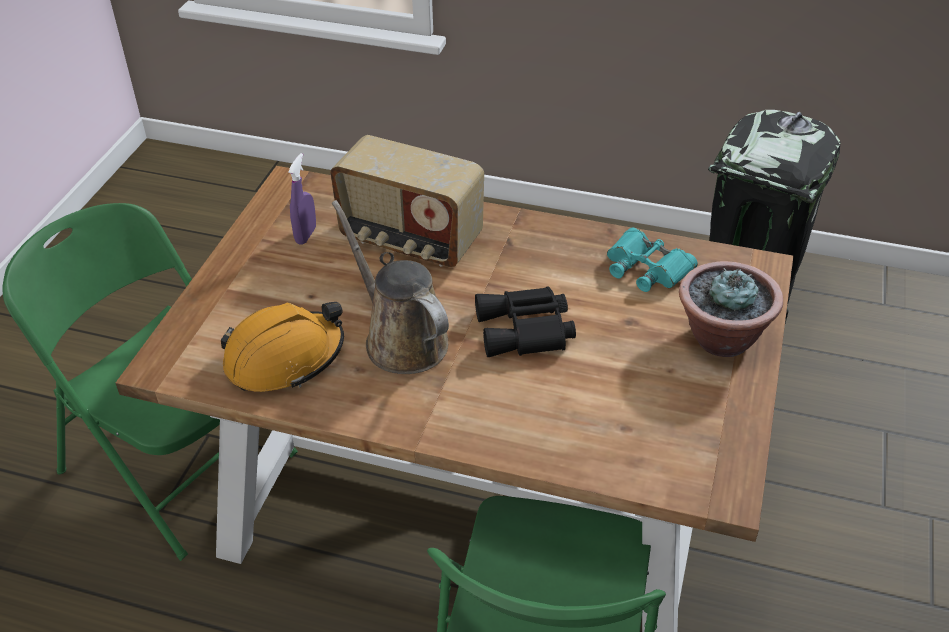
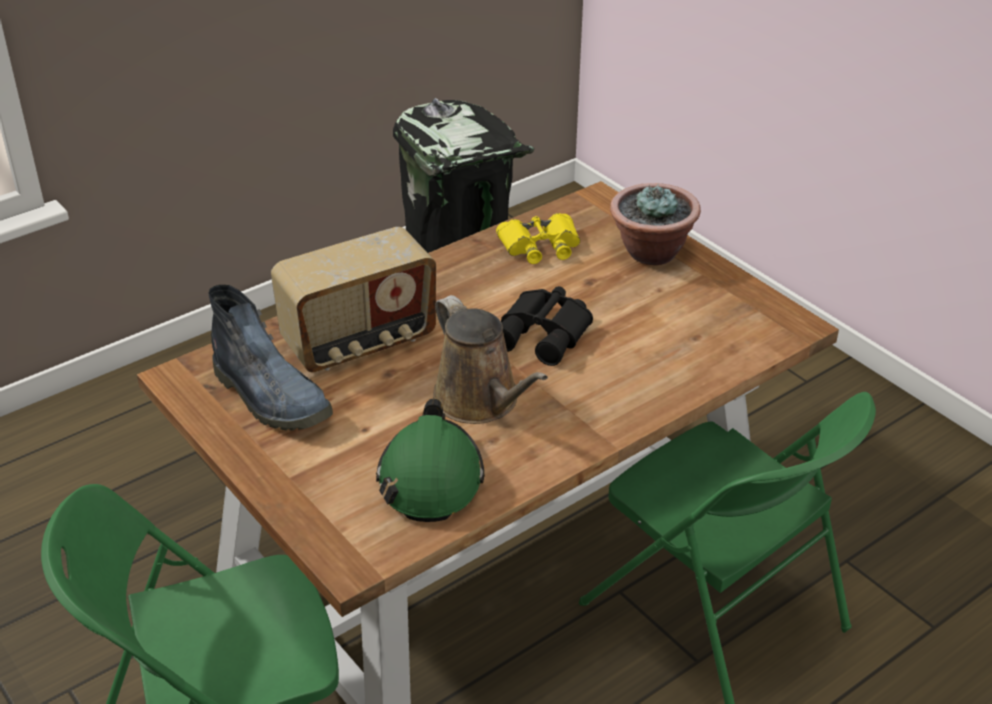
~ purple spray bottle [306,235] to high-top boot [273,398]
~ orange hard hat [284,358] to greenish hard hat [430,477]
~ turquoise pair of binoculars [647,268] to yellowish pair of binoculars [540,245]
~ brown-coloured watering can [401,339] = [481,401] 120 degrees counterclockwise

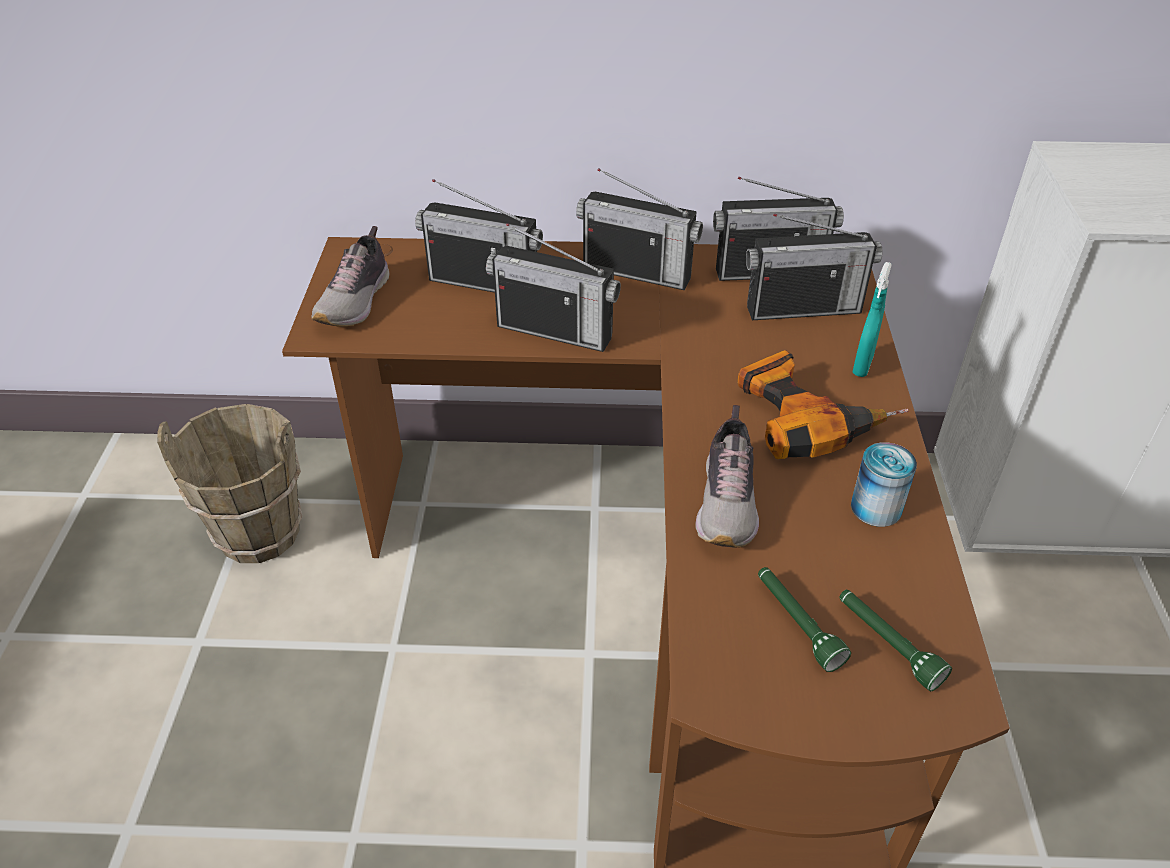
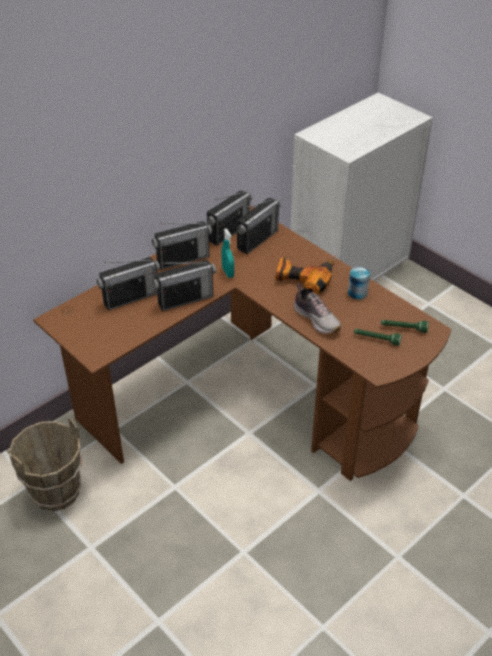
- item of footwear [356,301]
~ turquoise spray bottle [862,366] to [228,273]

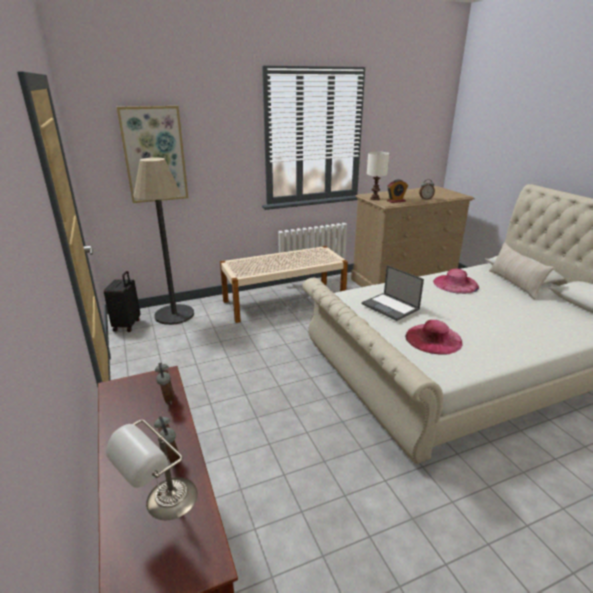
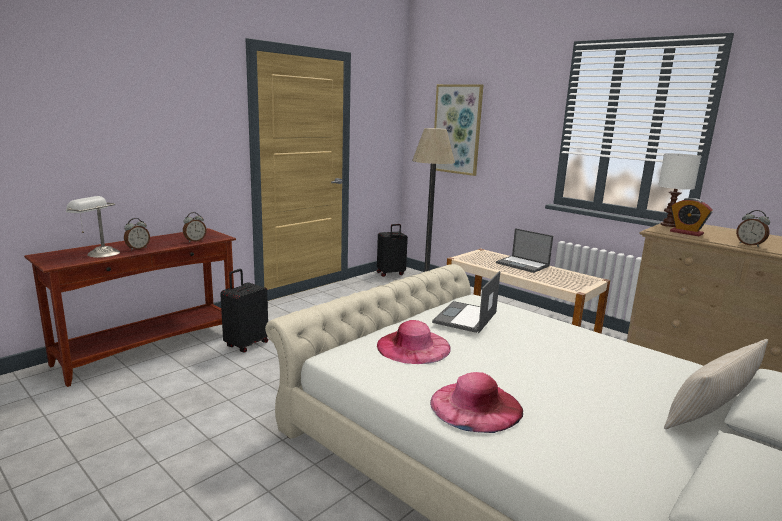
+ blackish travel case [246,344]
+ portable computer [523,264]
~ pink clothing hat [455,284] to [476,405]

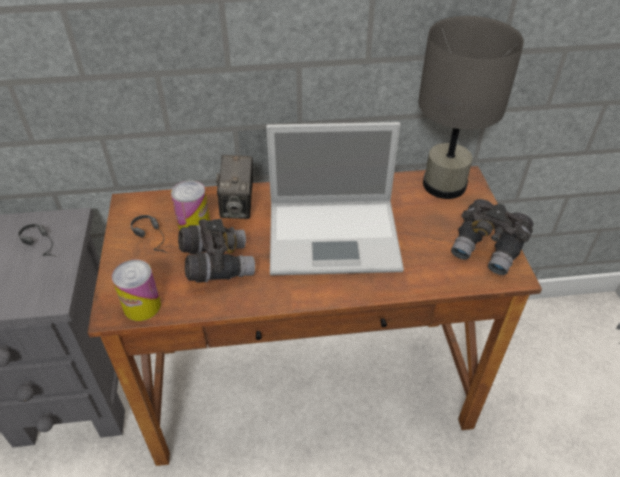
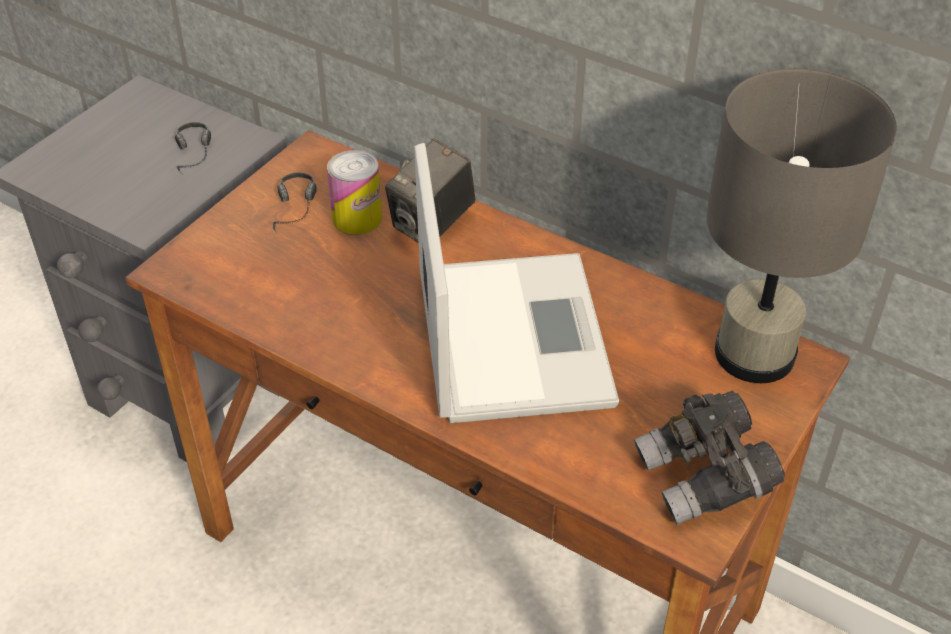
- metal can [142,306]
- grey pair of binoculars [217,264]
~ portable computer [336,236] = [511,333] 135 degrees counterclockwise

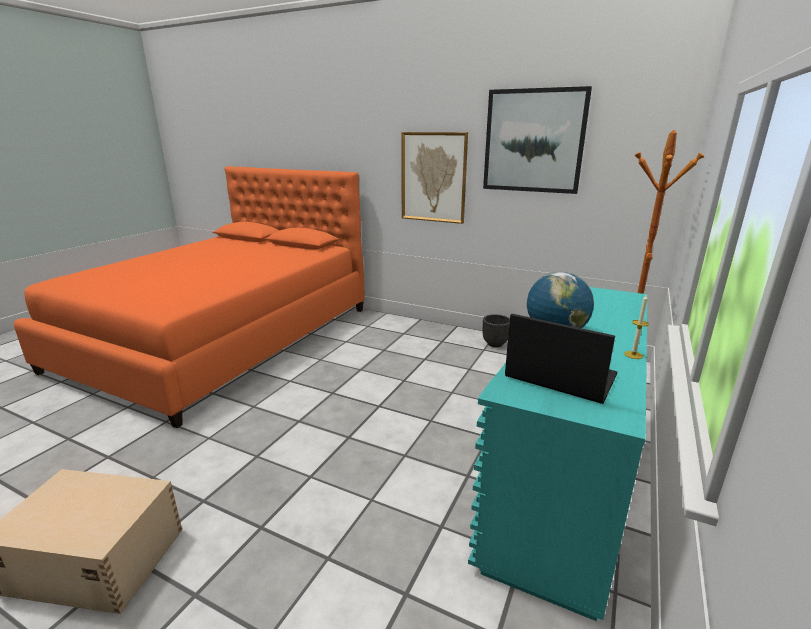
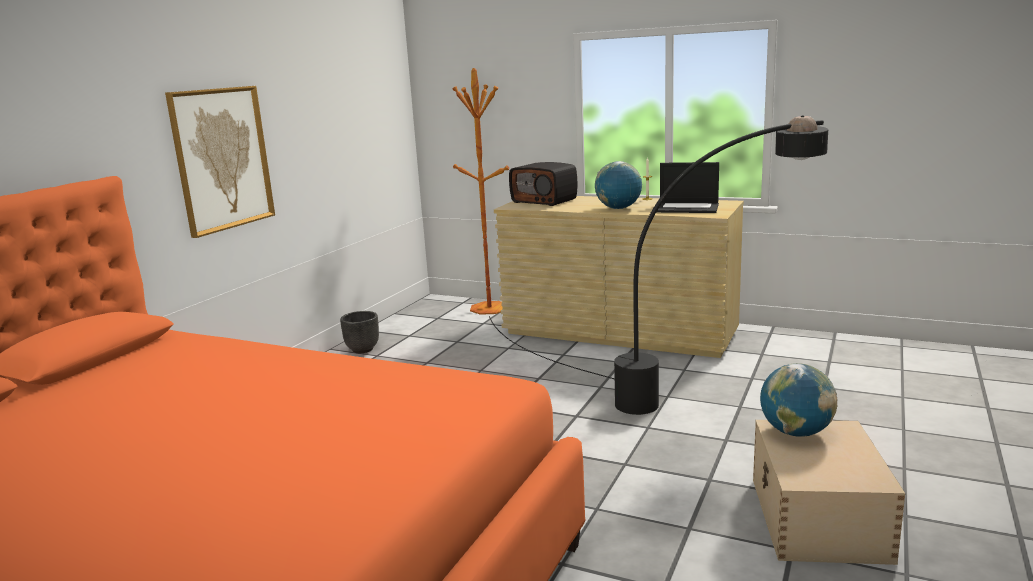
- wall picture [533,141]
+ blackish standard lamp [676,389]
+ radio set [545,200]
+ globe [796,432]
~ turquoise chest of drawers [559,483] to sand-coloured chest of drawers [619,333]
~ portable computer [558,376] = [687,208] 105 degrees counterclockwise

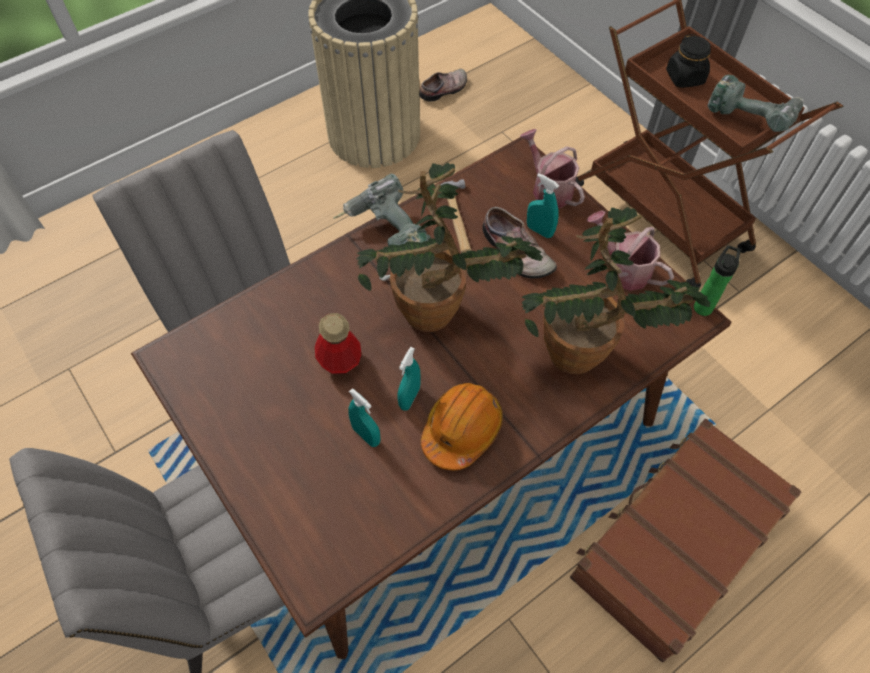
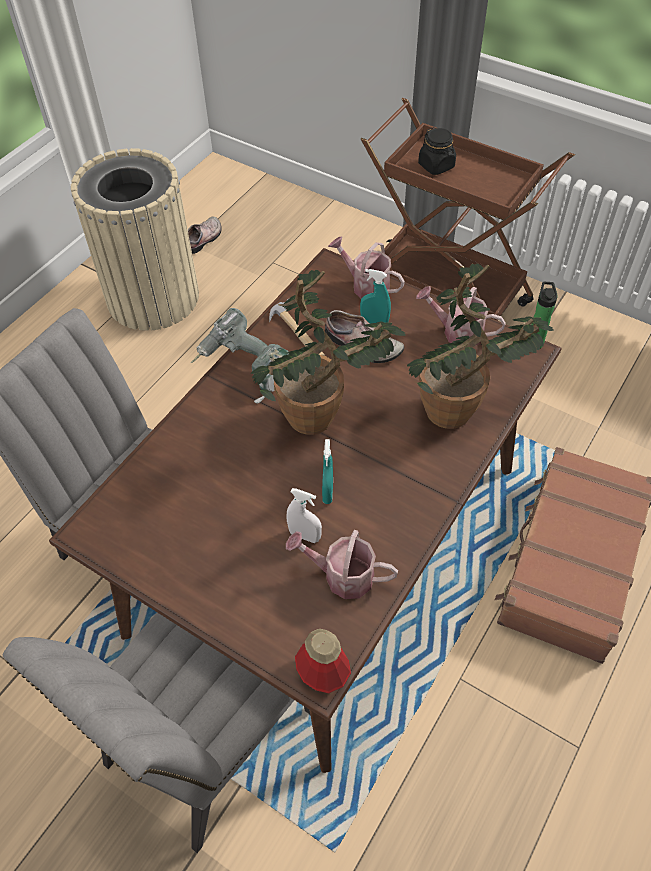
- orange hard hat [462,430]
- electric drill [750,116]
+ watering can [342,576]
~ bottle [340,360] to [323,673]
~ turquoise spray bottle [366,435] to white-coloured spray bottle [304,535]

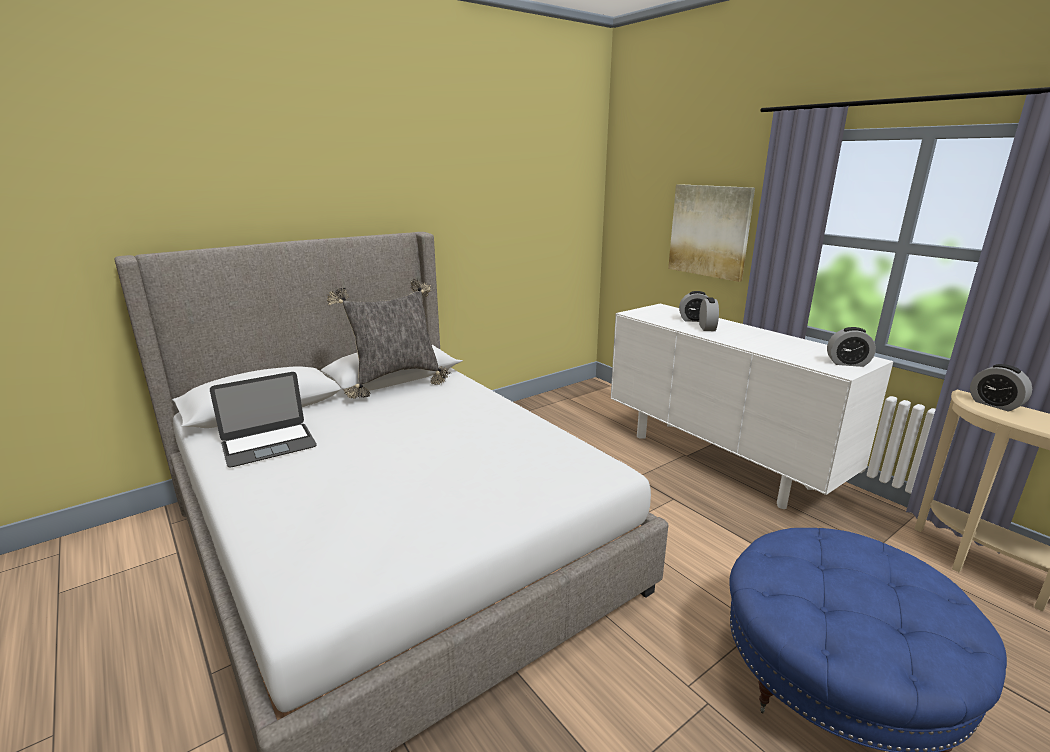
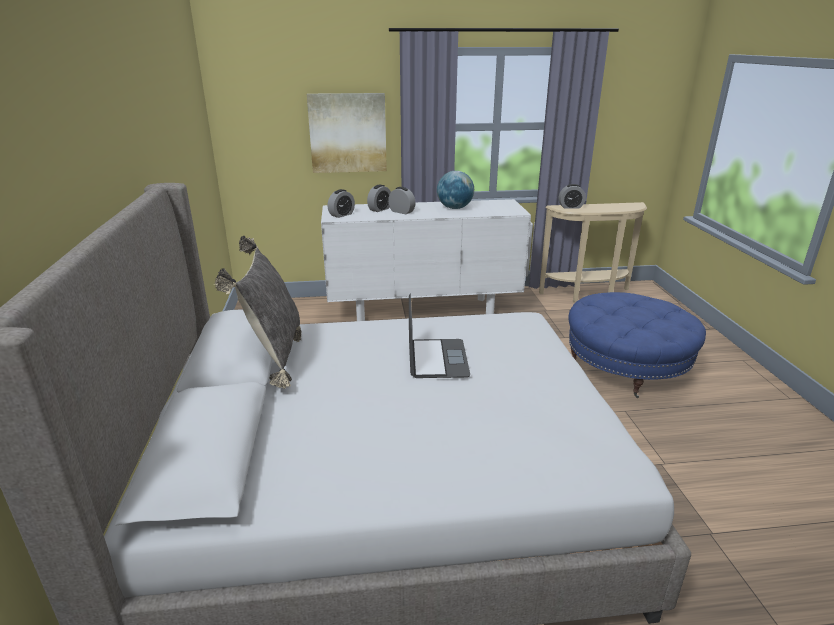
+ globe [455,208]
~ portable computer [269,444] to [437,358]
~ bedside clock [847,363] to [341,215]

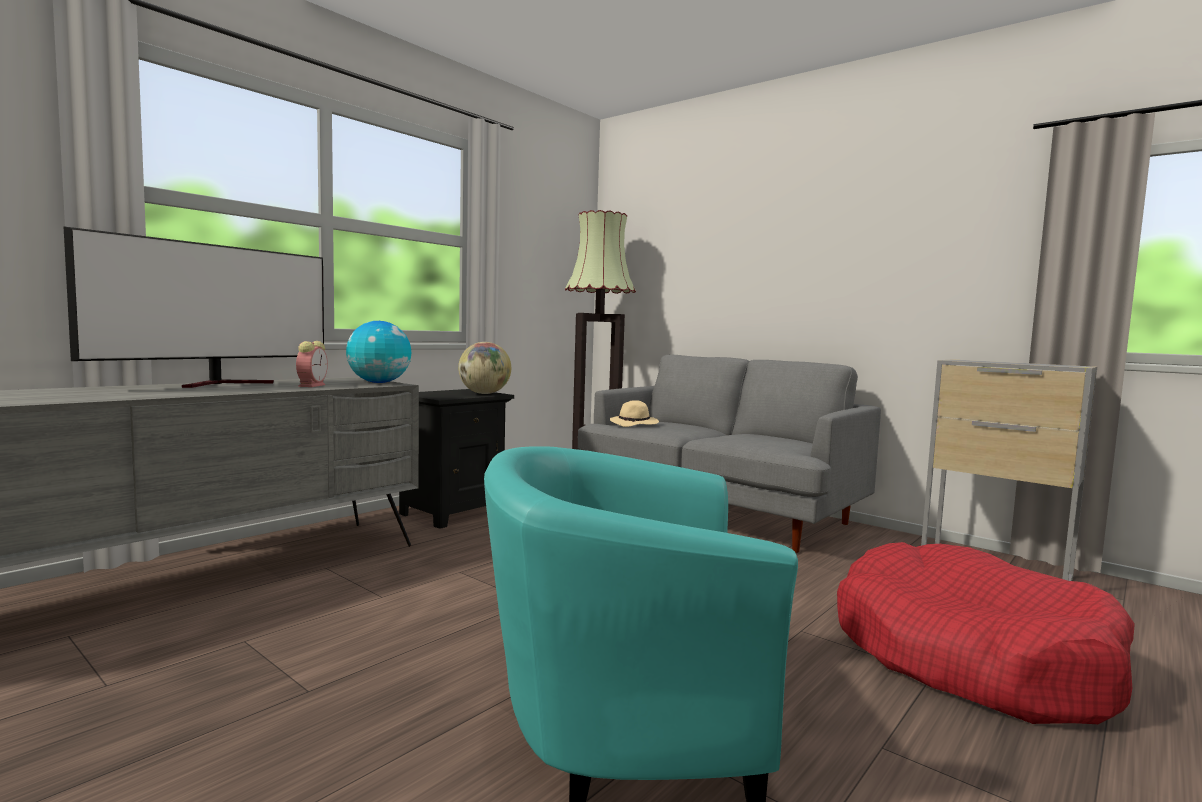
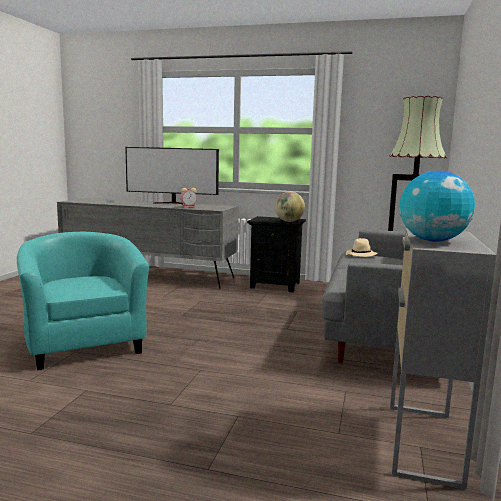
- red dog cushion [969,657]
~ globe [379,382] to [432,241]

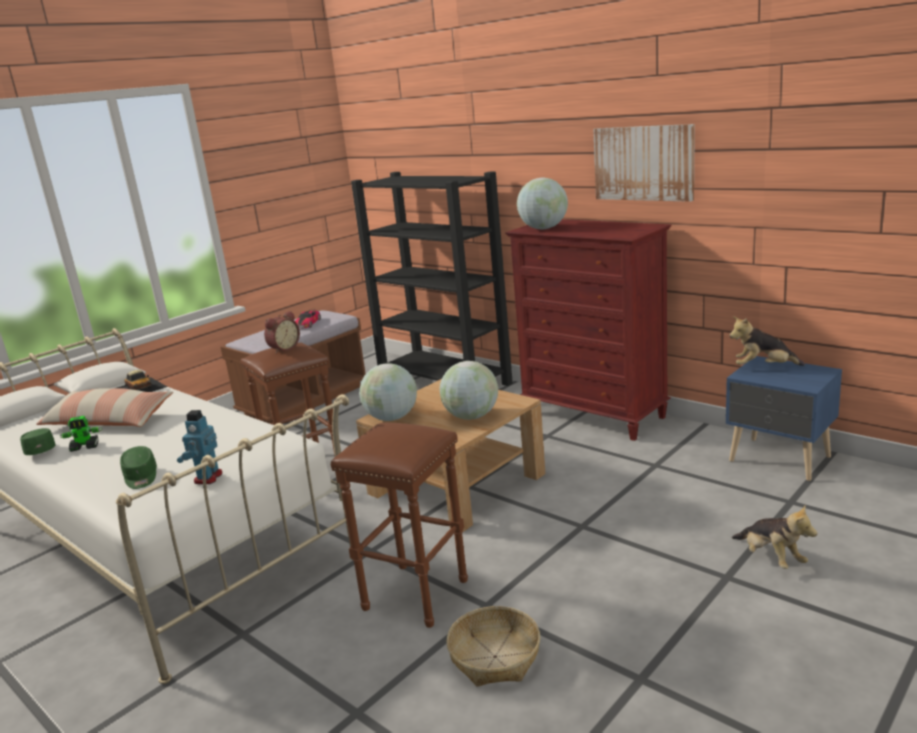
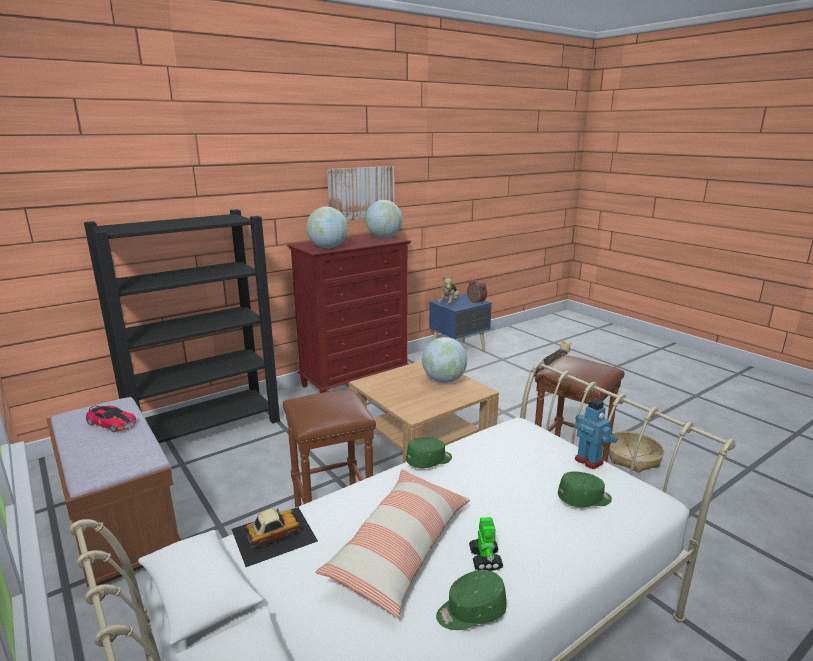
+ greenish peaked cap [429,461]
~ bedside clock [283,348] to [475,302]
~ globe [391,418] to [384,237]
~ robot figure [207,478] = [589,460] 150 degrees counterclockwise

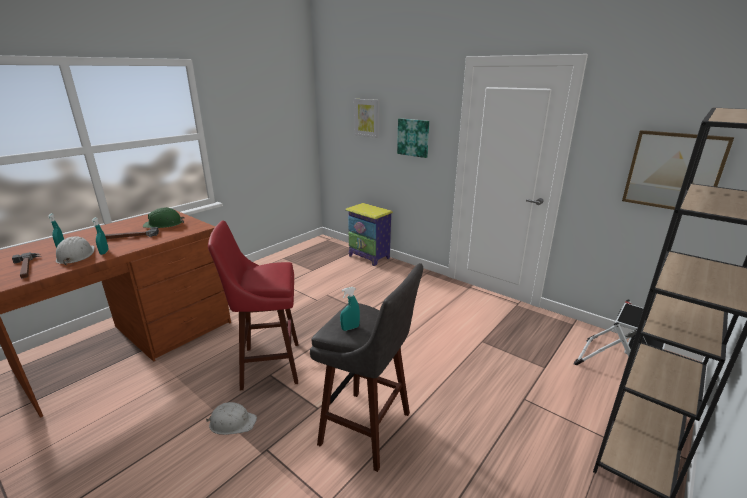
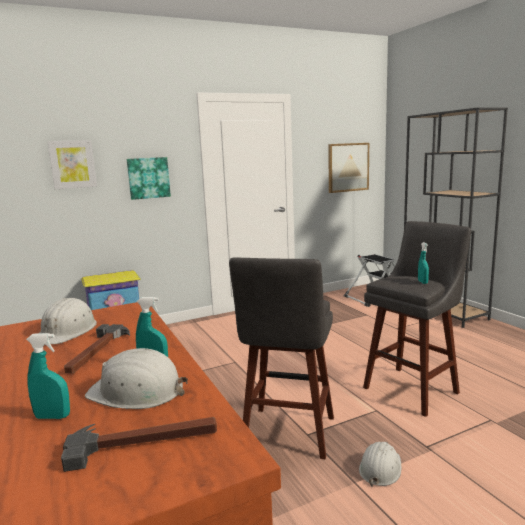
~ greenish hard hat [164,224] to white-coloured hard hat [67,331]
~ red stool seat [267,365] to grey stool seat [287,434]

